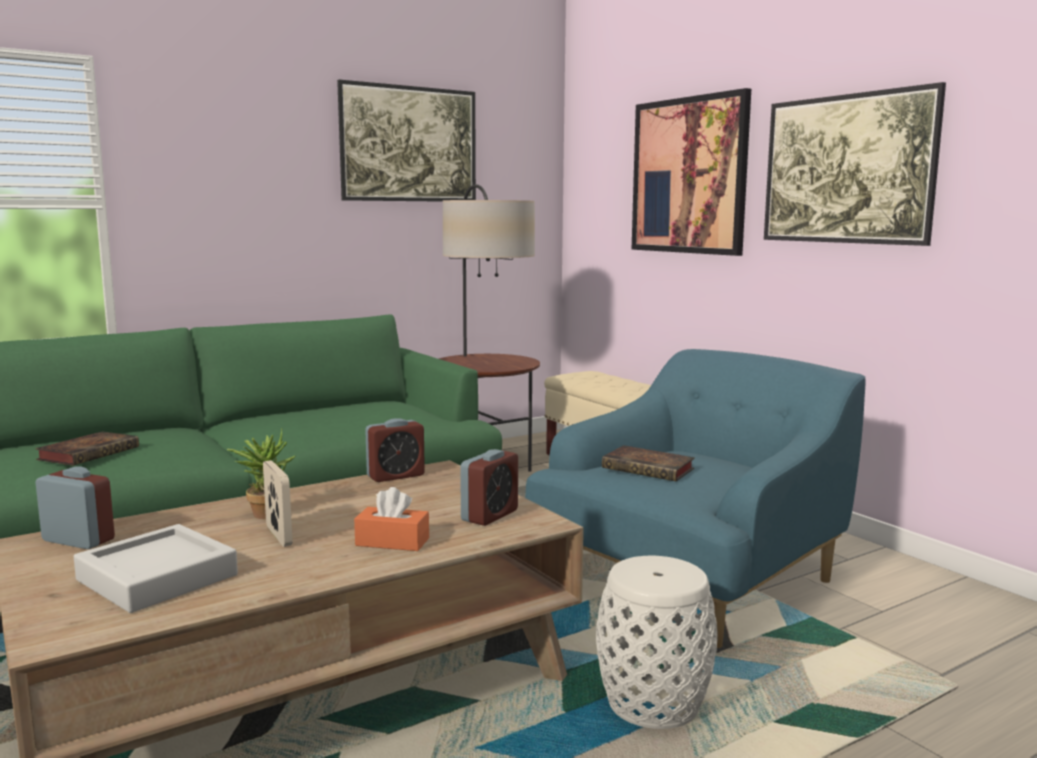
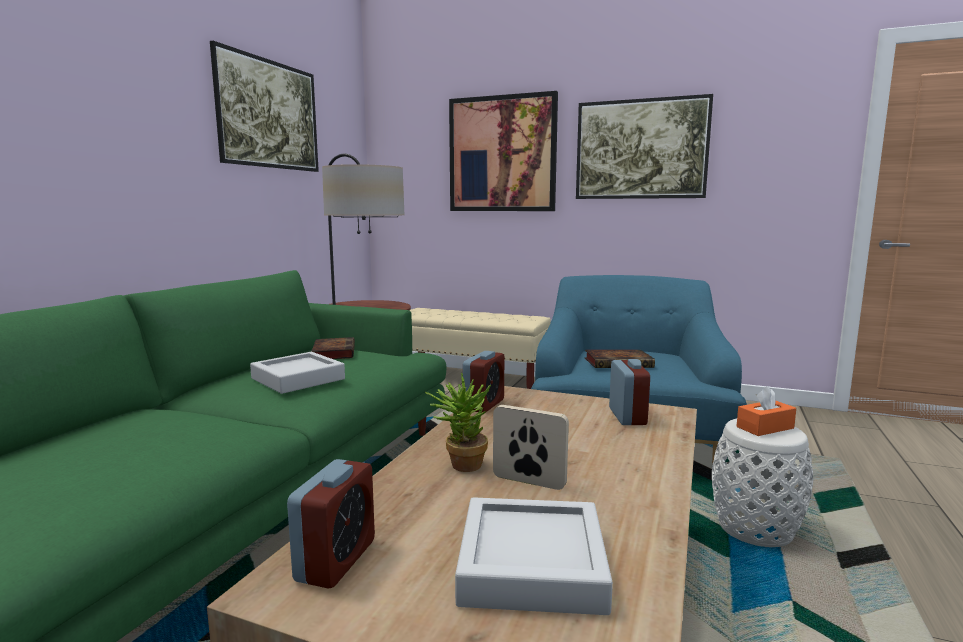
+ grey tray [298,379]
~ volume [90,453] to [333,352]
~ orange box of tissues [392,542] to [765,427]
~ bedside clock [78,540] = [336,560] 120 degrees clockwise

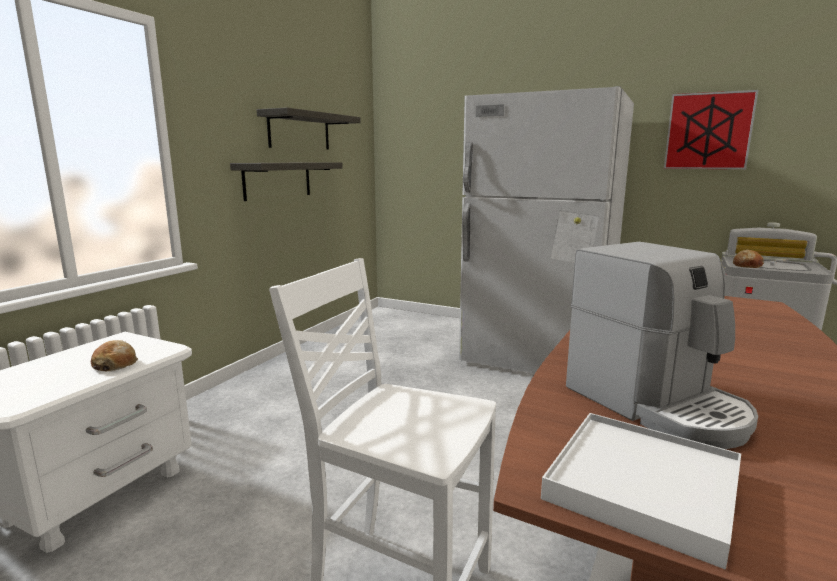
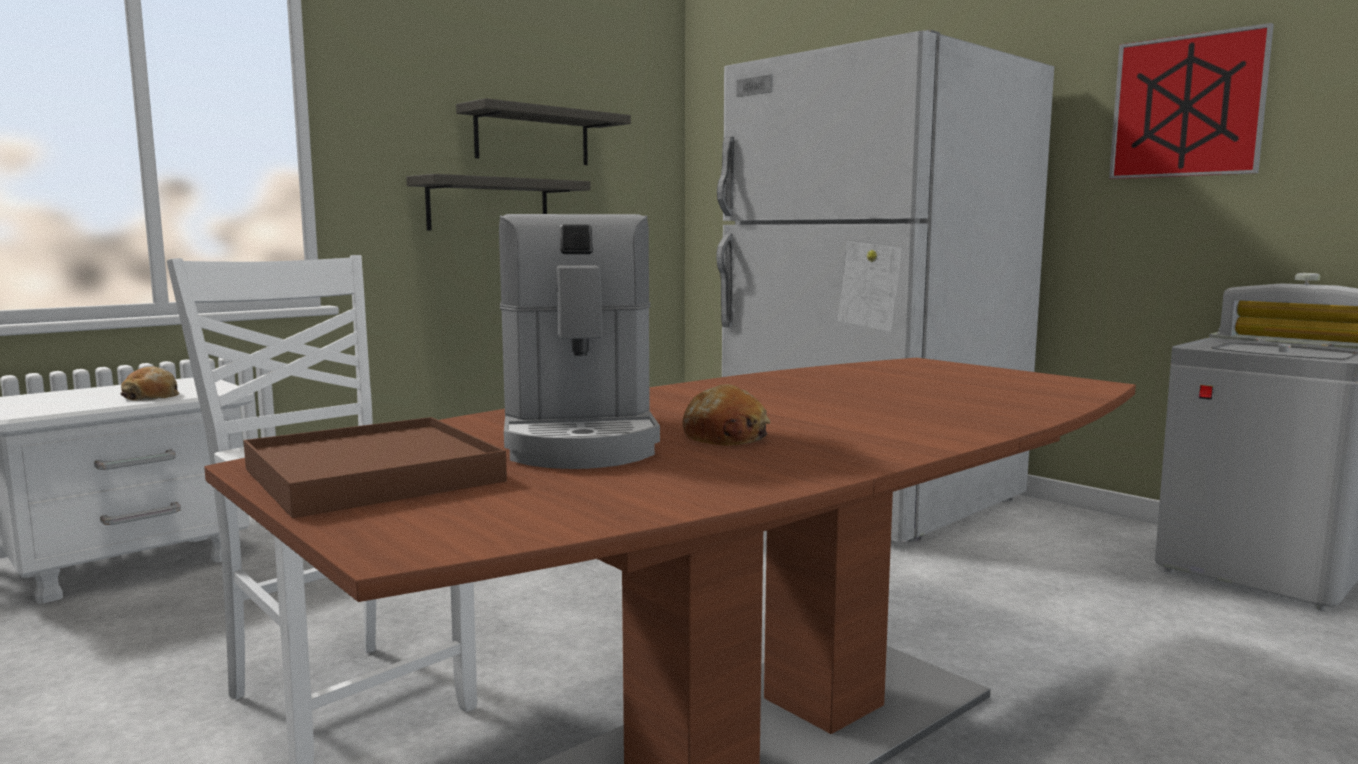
~ baked bread [746,265] to [726,436]
~ white-coloured tray [642,486] to brown-coloured tray [373,475]

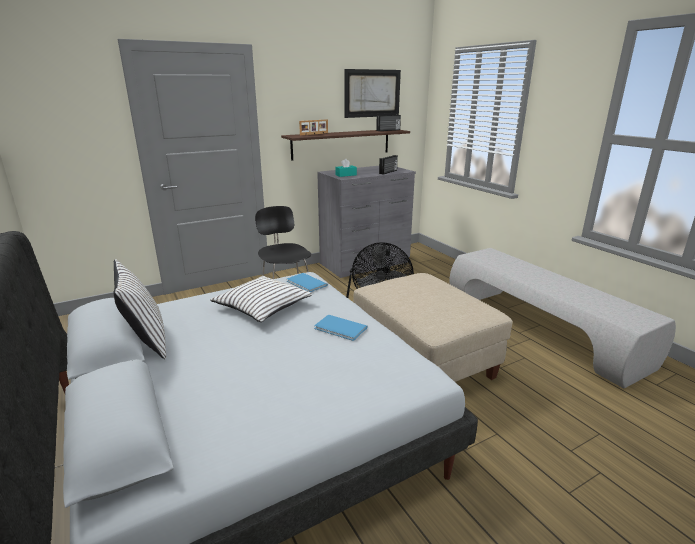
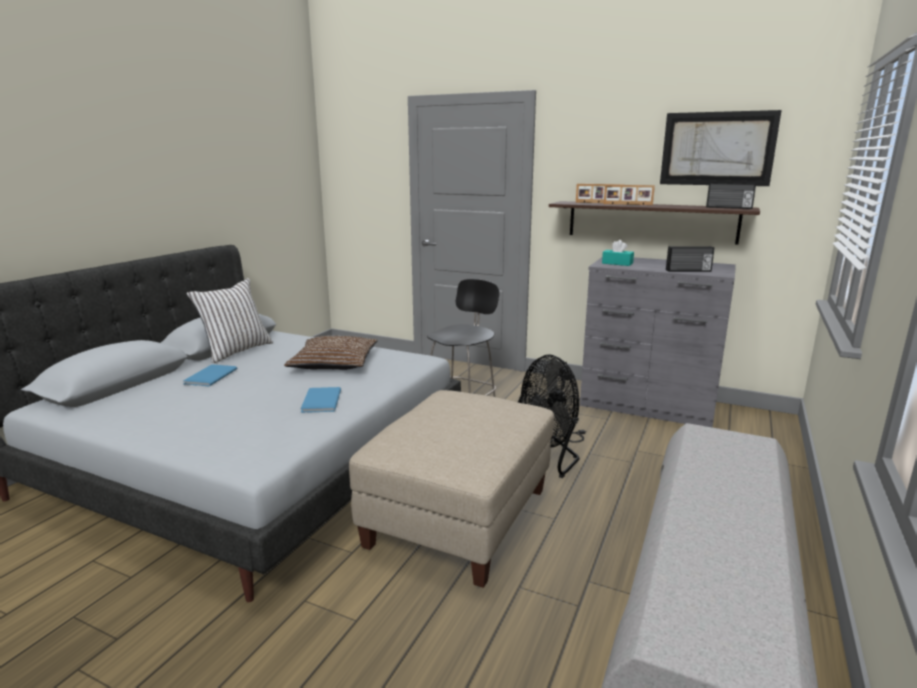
+ picture frame [627,204]
~ blue volume [306,284] to [209,377]
~ white-coloured cushion [262,306] to brown-coloured cushion [334,363]

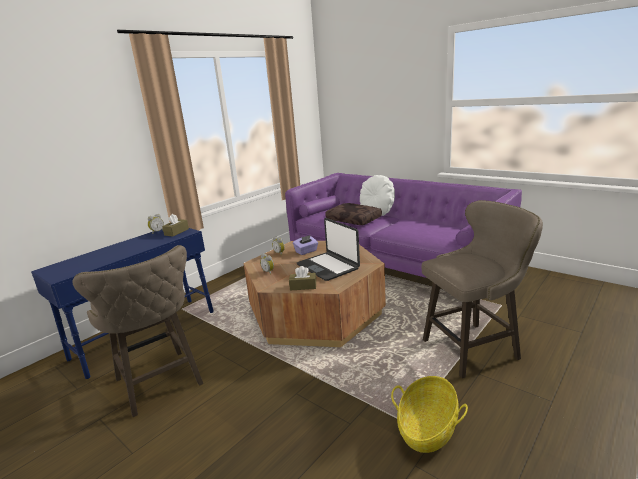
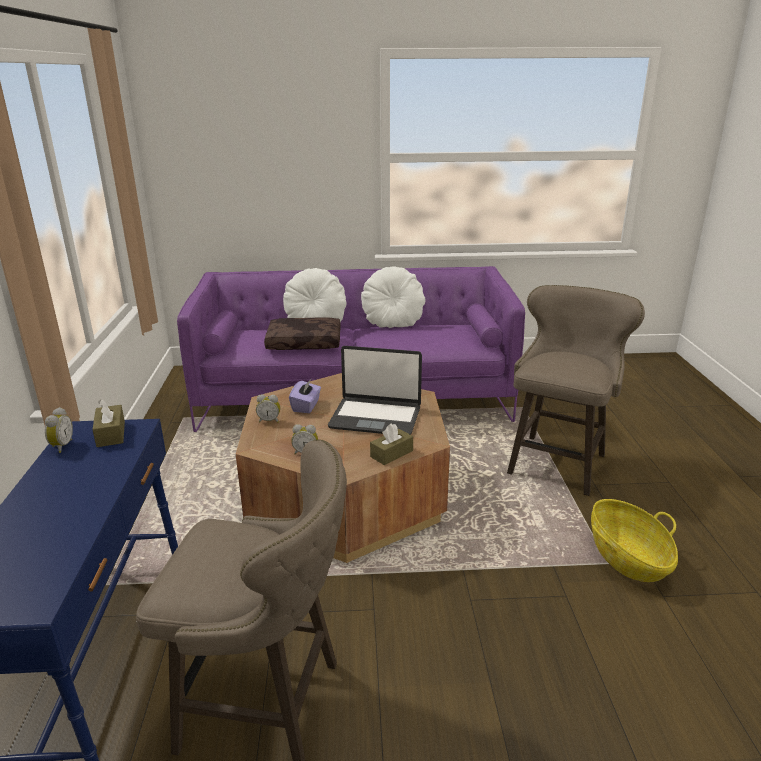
+ white-coloured cushion [393,325]

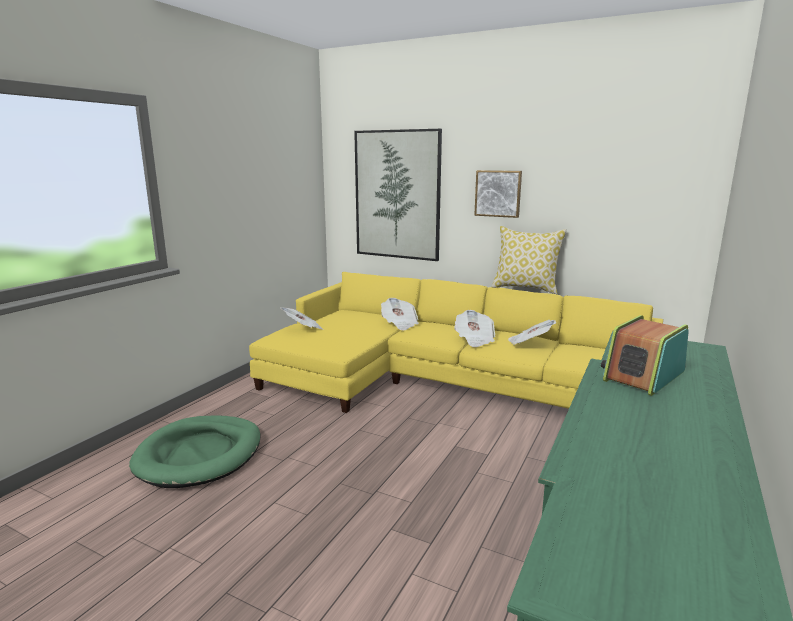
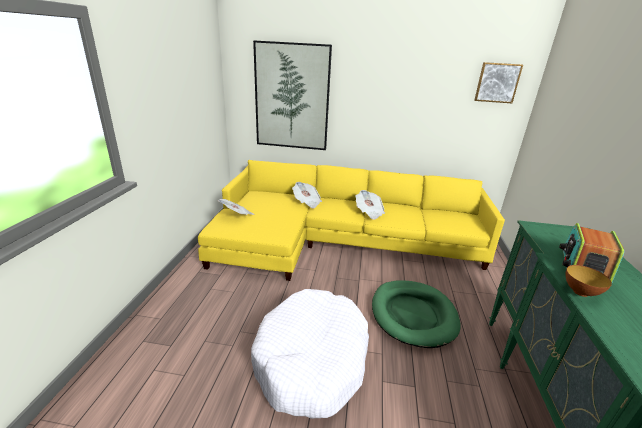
- cushion [526,288]
- printed paper [529,343]
+ white-coloured dog cushion [312,360]
+ serving bowl [580,292]
~ greenish dog cushion [200,455] to [413,315]
~ wall picture [498,193] to [497,82]

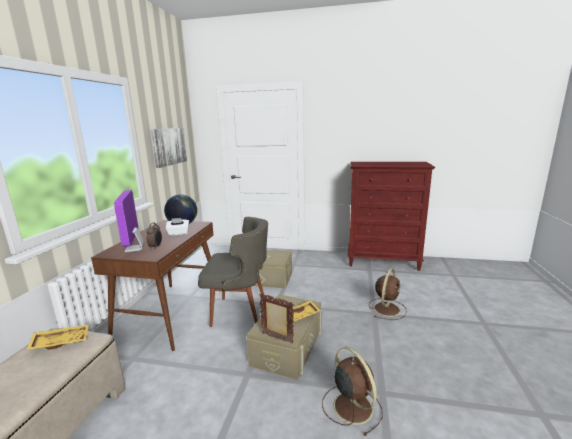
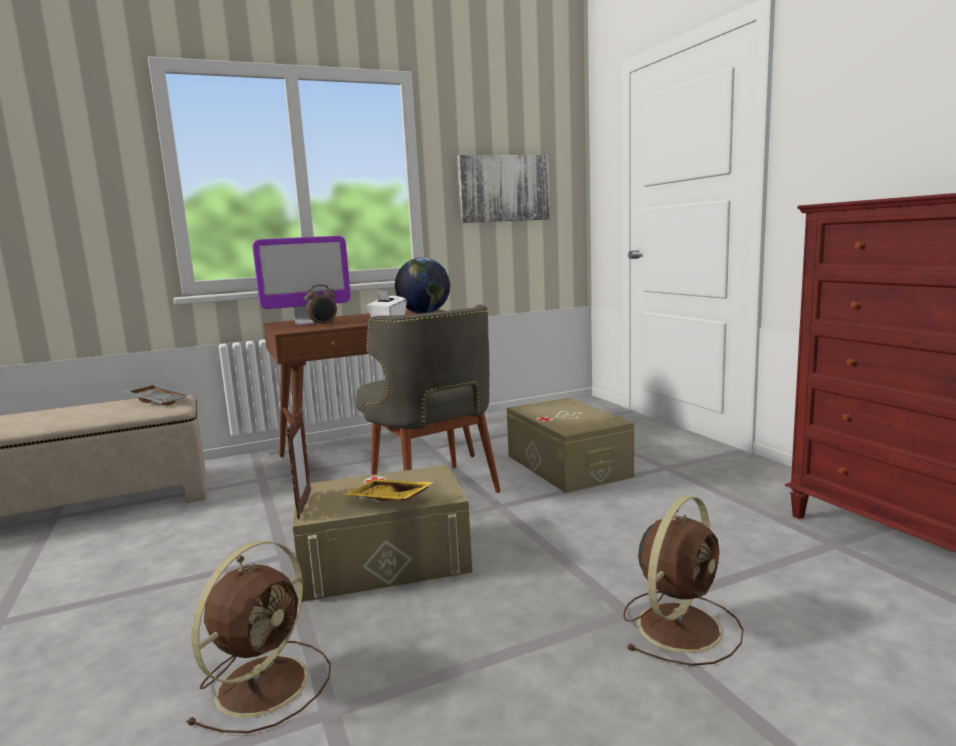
~ yellowish tray [61,342] to grey tray [160,401]
~ monitor [134,248] = [308,323] 150 degrees counterclockwise
~ brown-coloured electric fan [387,308] = [680,625] 45 degrees counterclockwise

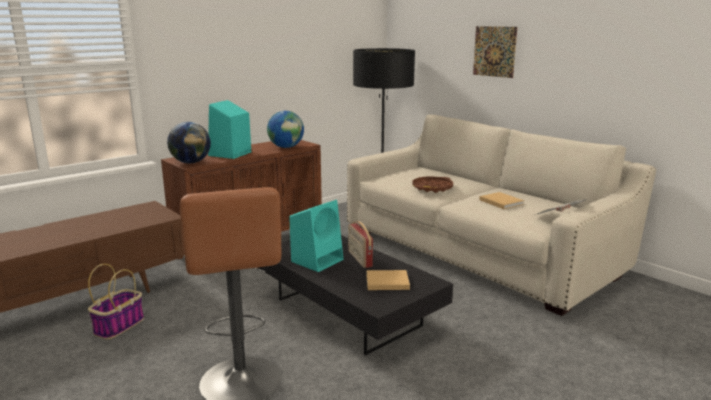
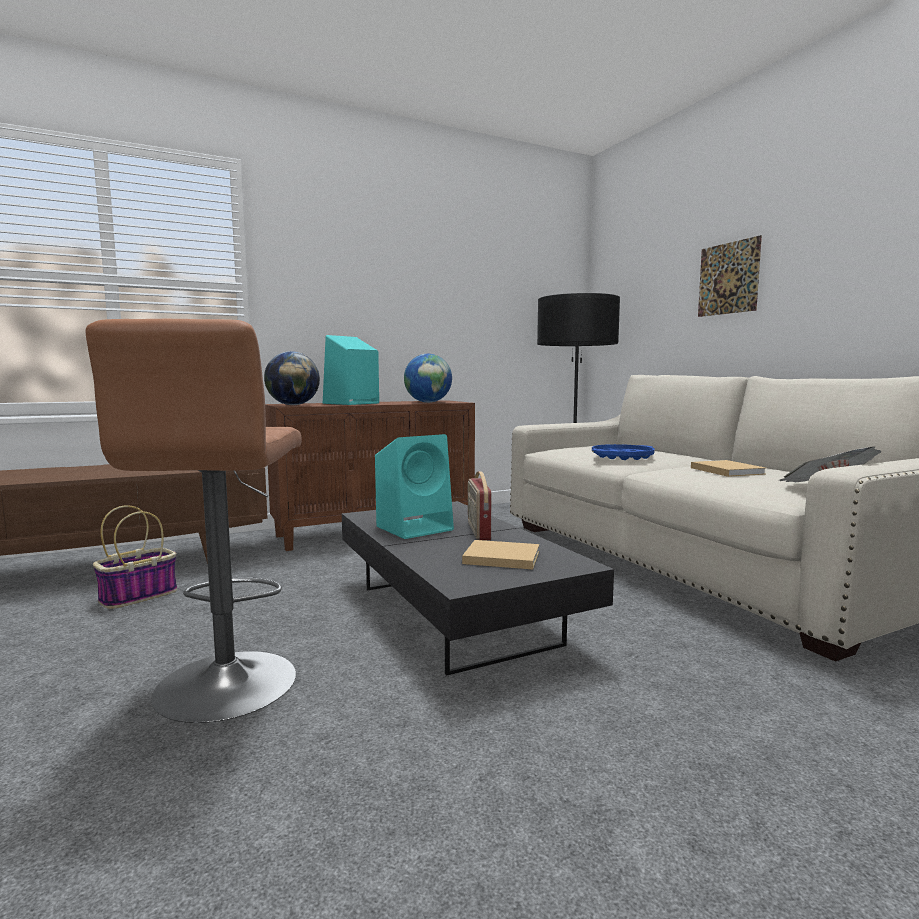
~ brown-coloured tray [432,188] to blue tray [622,457]

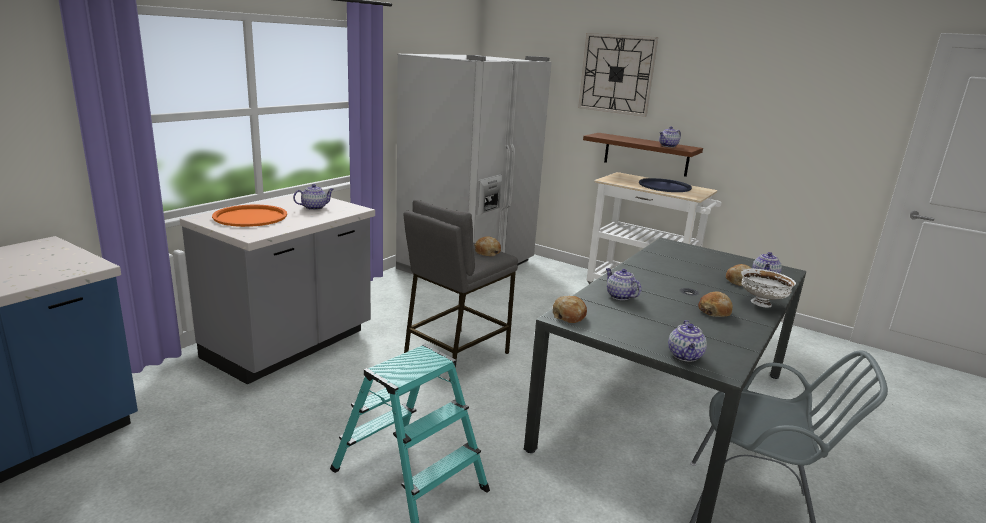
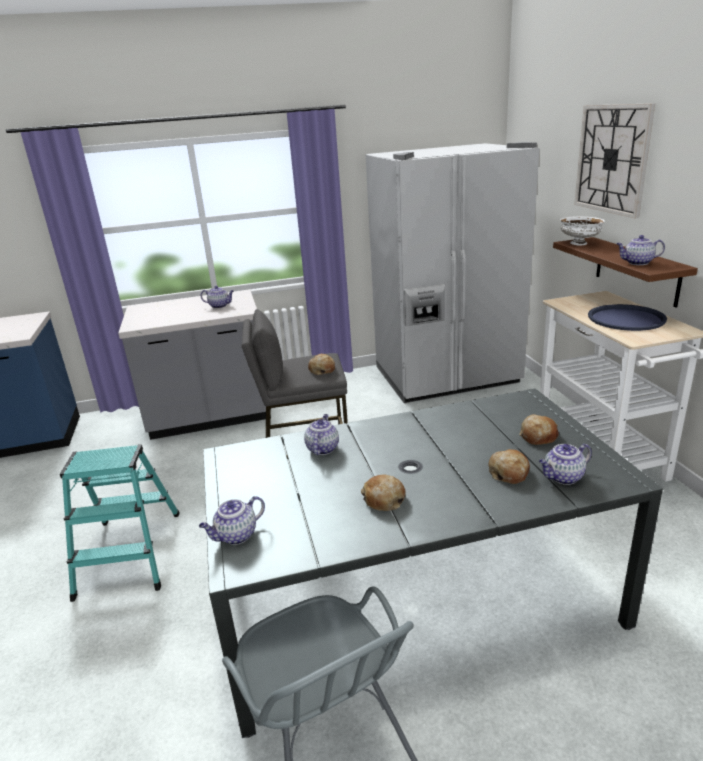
- orange tray [250,217]
~ baked bread [569,316] to [538,436]
~ white-coloured serving bowl [761,303] to [579,243]

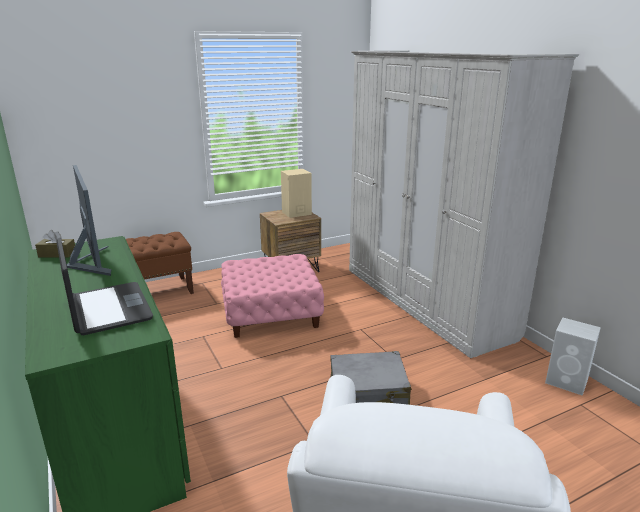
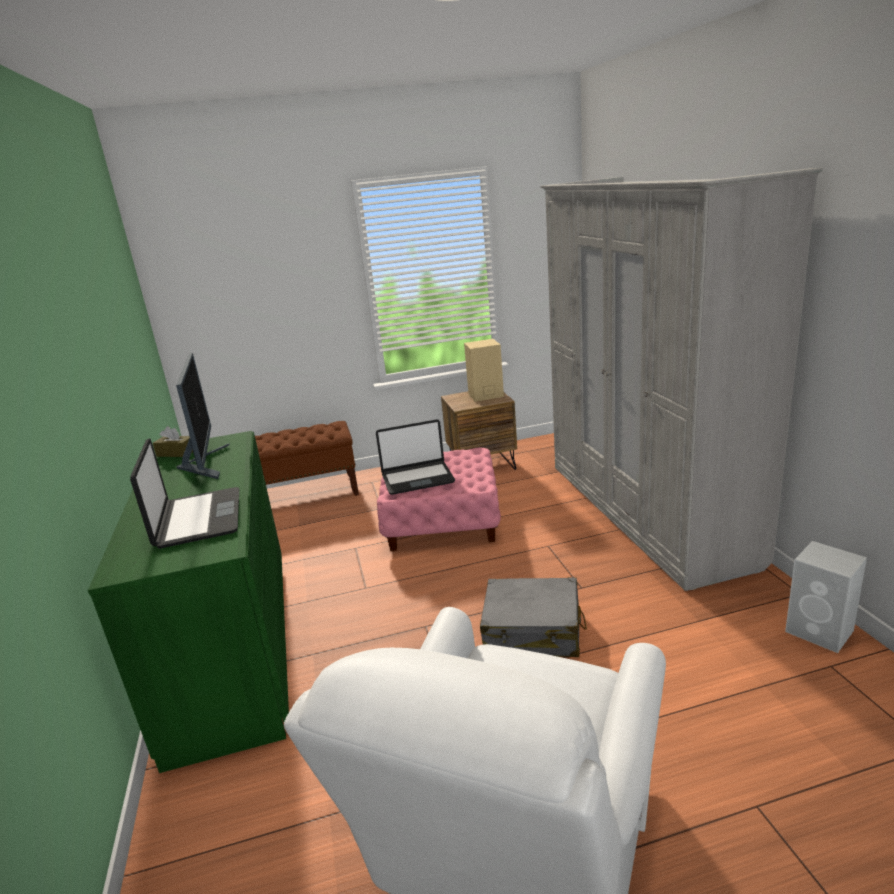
+ portable computer [417,479]

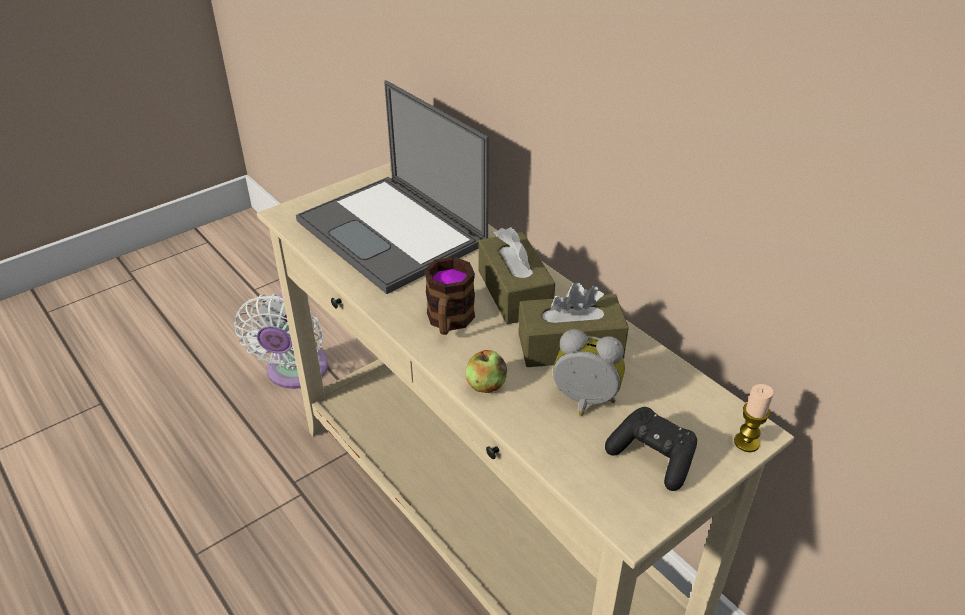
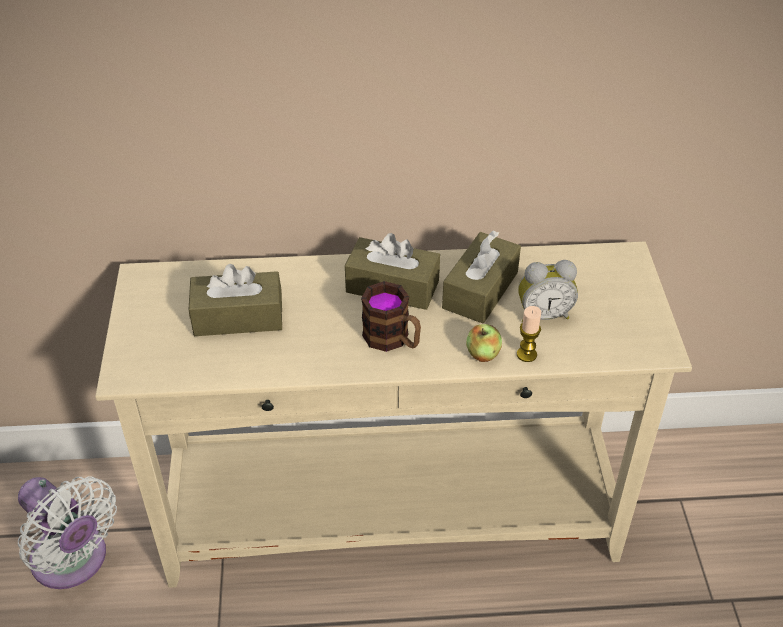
- blackish game controller [652,457]
~ wax light [746,442] to [526,354]
~ portable computer [393,233] to brown-coloured box of tissues [238,317]
~ bedside clock [584,403] = [543,314] 150 degrees counterclockwise

